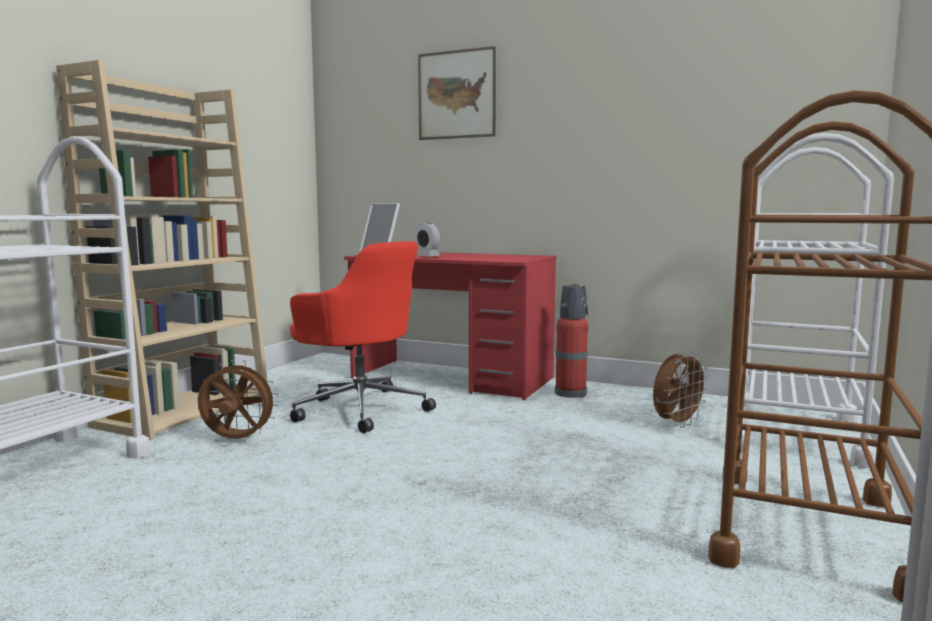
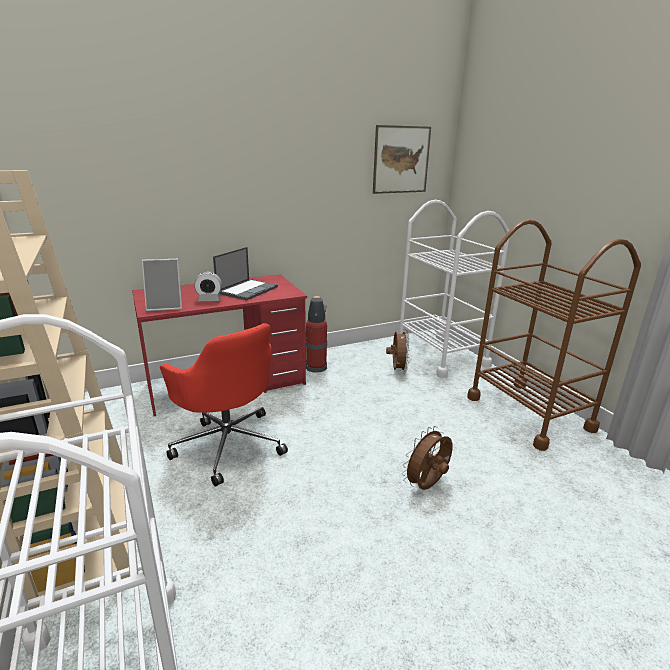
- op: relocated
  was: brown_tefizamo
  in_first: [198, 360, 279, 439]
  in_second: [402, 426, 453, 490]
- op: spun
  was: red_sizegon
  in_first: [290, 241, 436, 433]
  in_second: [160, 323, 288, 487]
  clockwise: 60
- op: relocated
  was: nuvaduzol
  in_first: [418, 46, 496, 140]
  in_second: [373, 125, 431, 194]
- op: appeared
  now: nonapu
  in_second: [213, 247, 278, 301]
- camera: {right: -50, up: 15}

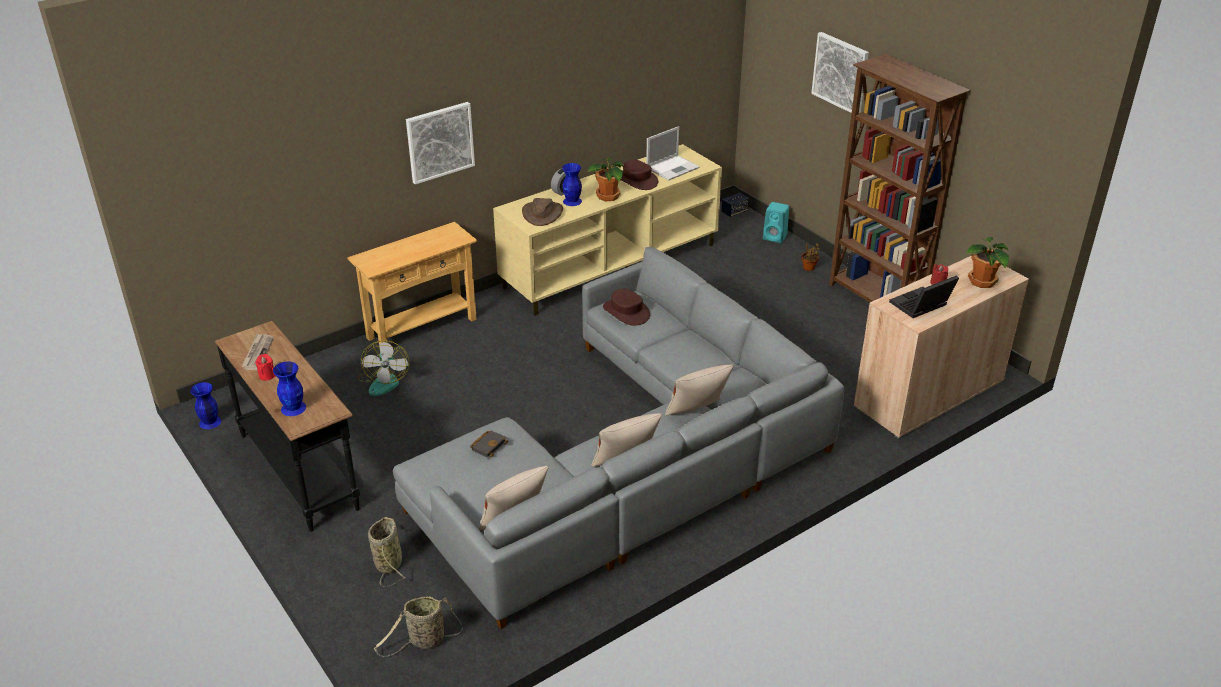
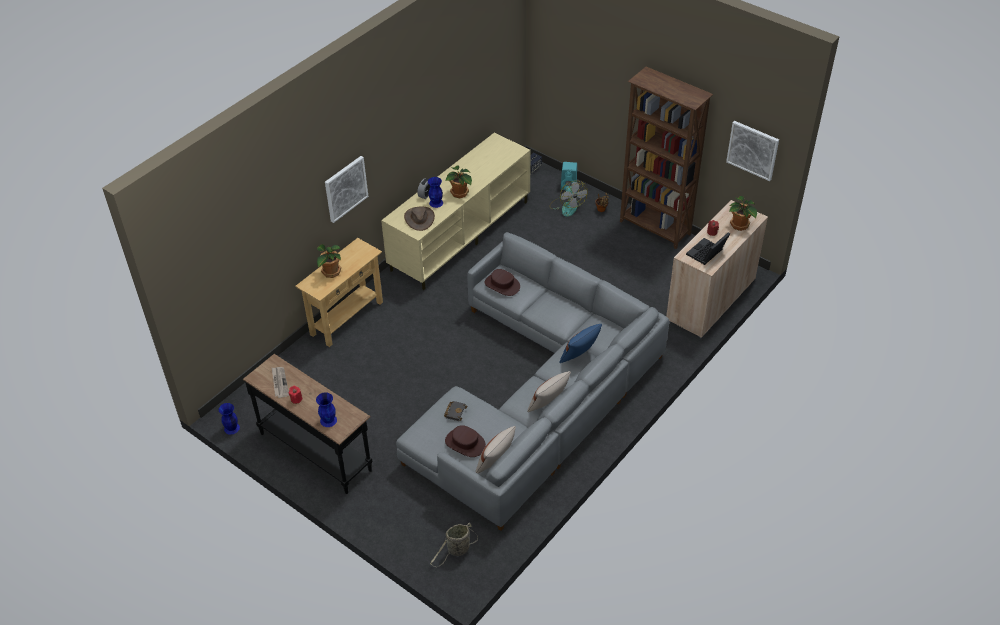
- op: relocated
  was: tefizamo
  in_first: [358, 341, 409, 396]
  in_second: [550, 181, 588, 217]
- op: missing
  was: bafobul
  in_first: [368, 517, 406, 587]
- op: relocated
  was: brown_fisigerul
  in_first: [621, 159, 658, 190]
  in_second: [445, 425, 486, 457]
- op: missing
  was: nonapu
  in_first: [646, 126, 700, 181]
- op: colour
  was: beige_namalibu
  now: blue_namalibu
  in_first: [665, 364, 734, 416]
  in_second: [559, 324, 602, 363]
- op: relocated
  was: nuvaduzol
  in_first: [811, 32, 869, 113]
  in_second: [726, 121, 779, 181]
- op: appeared
  now: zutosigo
  in_second: [317, 244, 341, 278]
- camera: {right: -15, up: 10}

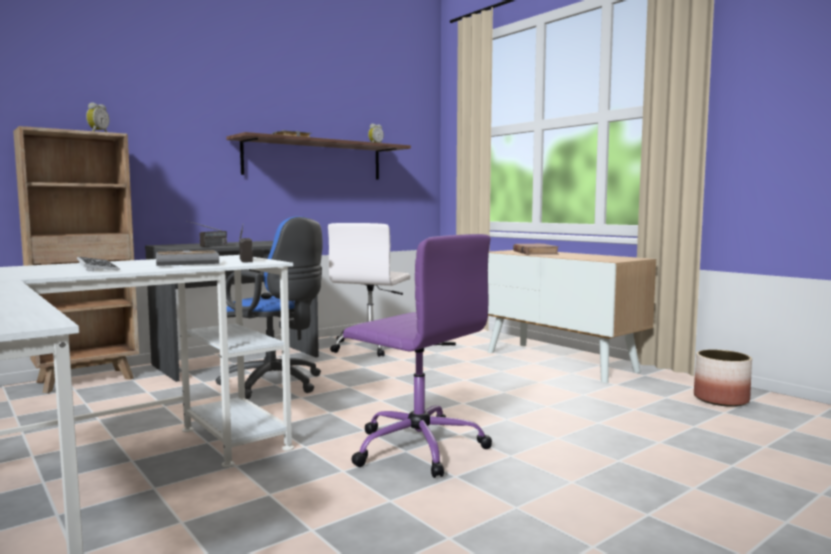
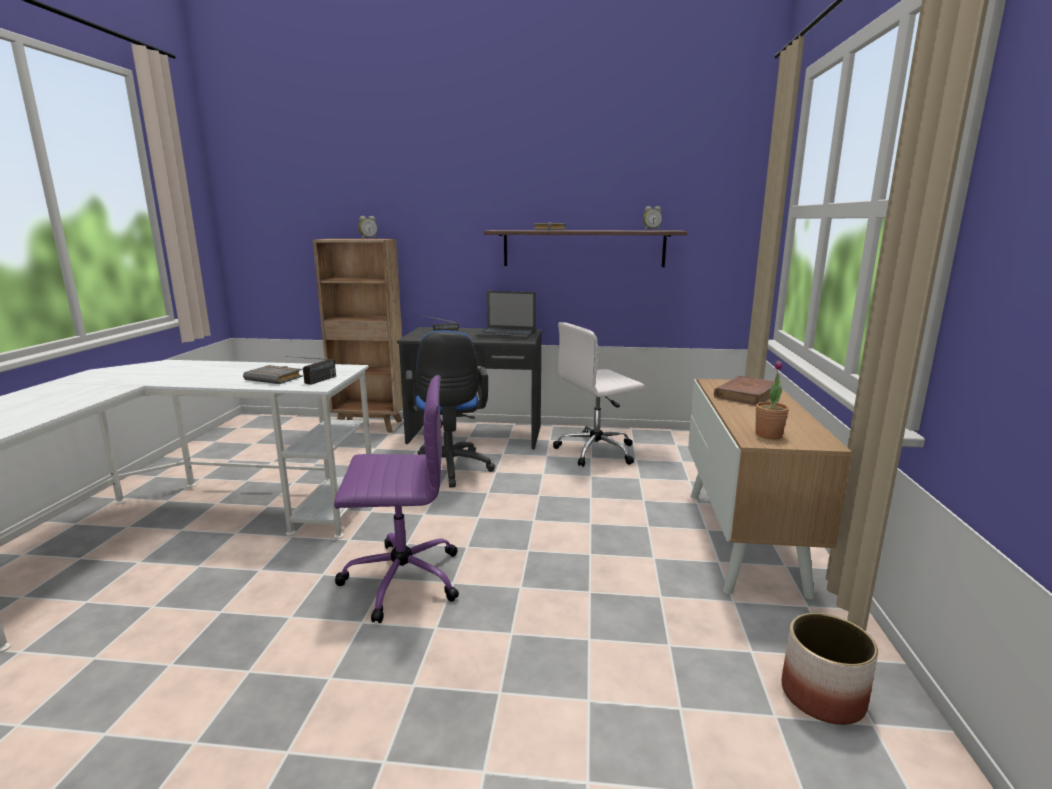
- op: missing
  was: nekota
  in_first: [77, 257, 120, 271]
- op: spun
  was: purple_sizegon
  in_first: [343, 234, 492, 478]
  in_second: [334, 375, 459, 623]
  clockwise: -90
- op: appeared
  now: nonapu
  in_second: [476, 291, 536, 339]
- op: appeared
  now: zutosigo
  in_second: [755, 361, 789, 439]
- camera: {right: 45, up: 10}

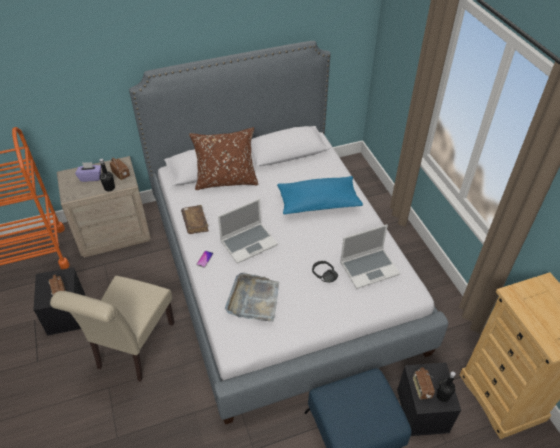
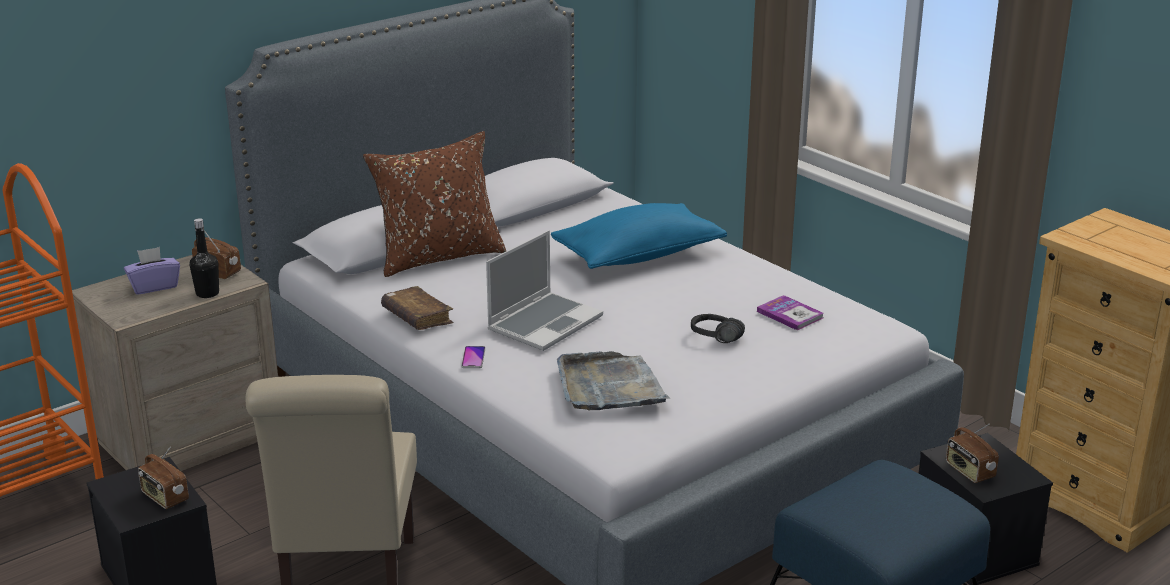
- op: exchanged
  was: nonapu
  now: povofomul
  in_first: [340, 224, 400, 289]
  in_second: [757, 295, 823, 330]
- op: missing
  was: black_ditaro
  in_first: [437, 371, 456, 402]
- camera: {right: -20, up: -20}

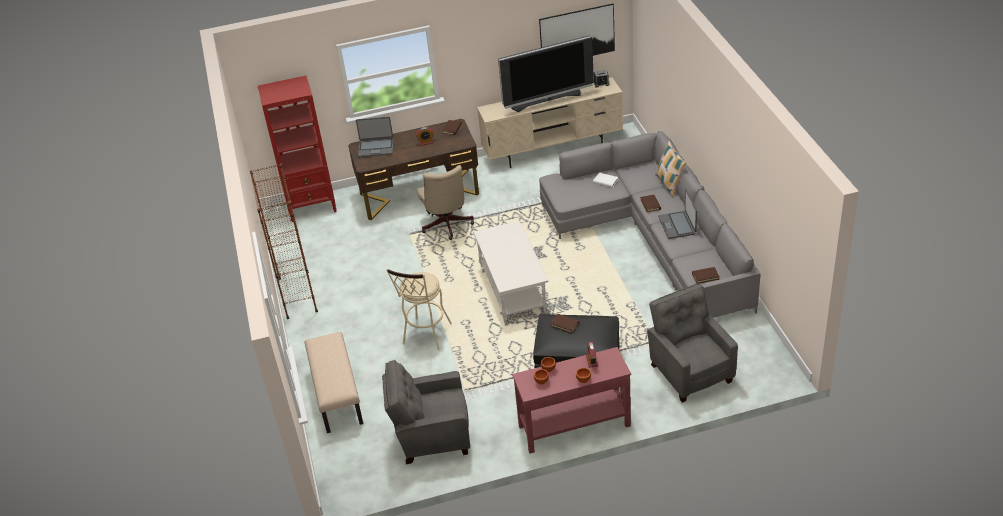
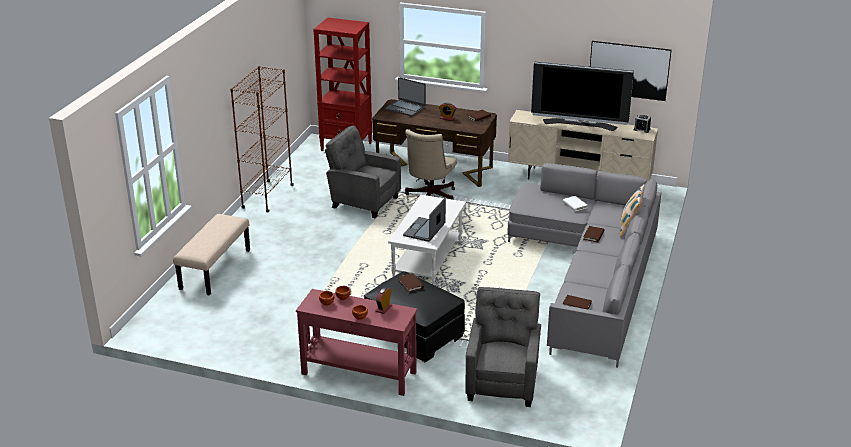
- op: relocated
  was: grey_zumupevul
  in_first: [382, 360, 470, 464]
  in_second: [325, 126, 401, 218]
- op: missing
  was: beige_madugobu
  in_first: [386, 269, 452, 350]
- op: relocated
  was: nonapu
  in_first: [658, 189, 697, 239]
  in_second: [403, 198, 446, 242]
- camera: {right: 30, up: -10}

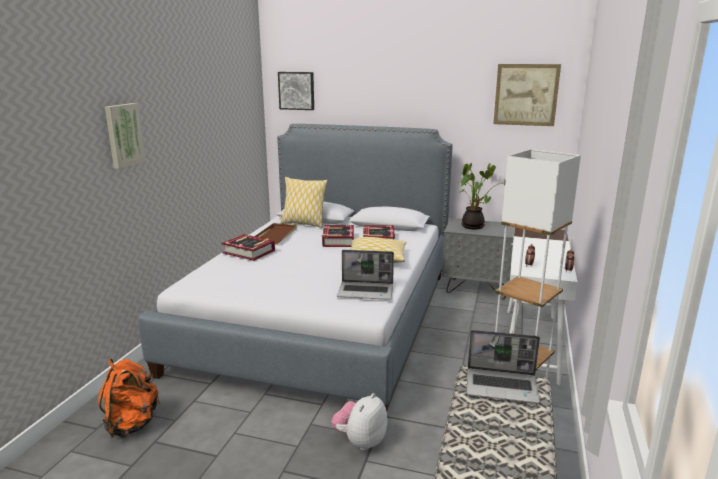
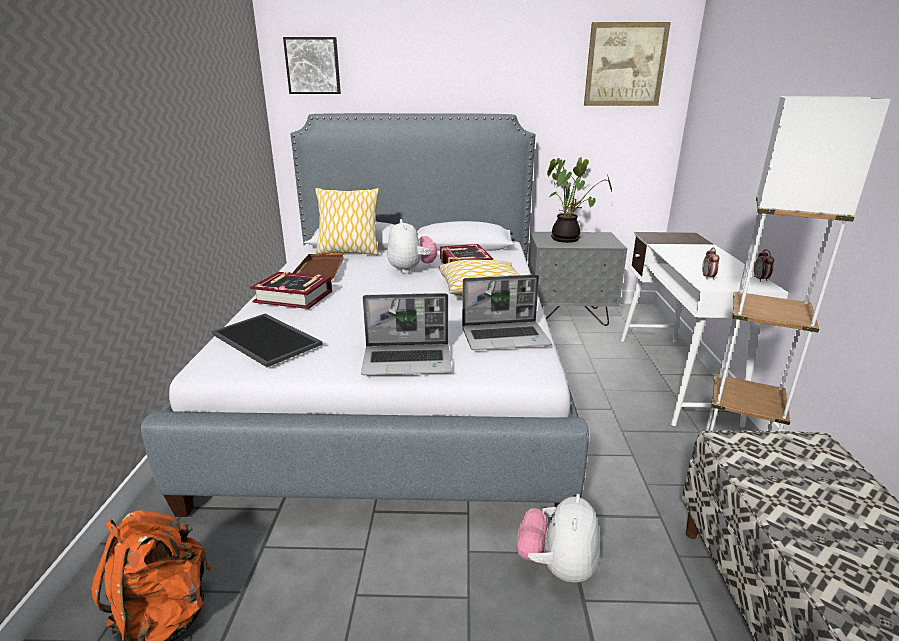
- op: missing
  was: nuvaduzol
  in_first: [105, 103, 145, 169]
- op: exchanged
  was: povofomul
  now: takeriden
  in_first: [322, 225, 354, 247]
  in_second: [387, 219, 438, 274]
- op: relocated
  was: nonapu
  in_first: [467, 330, 540, 403]
  in_second: [361, 293, 452, 375]
- op: appeared
  now: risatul
  in_second: [211, 314, 323, 367]
- camera: {right: -15, up: 5}

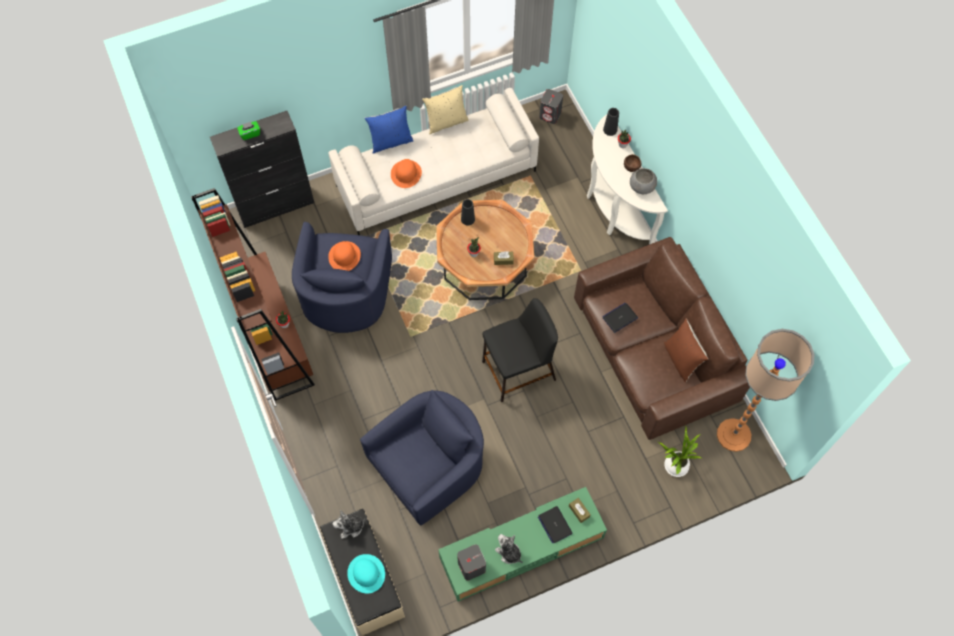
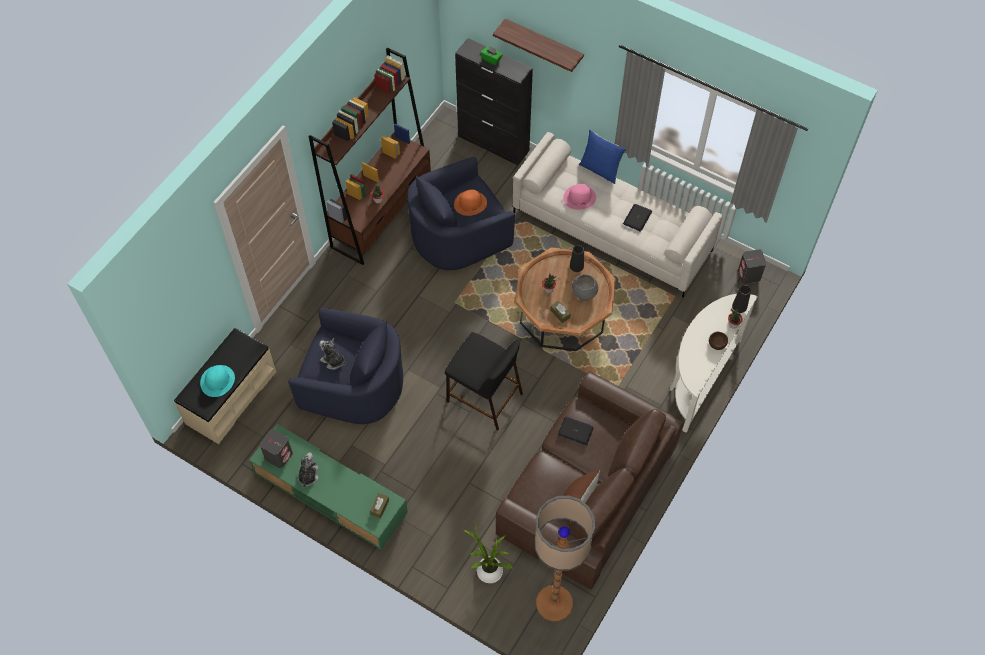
- op: relocated
  was: takeriden
  in_first: [332, 510, 367, 539]
  in_second: [319, 338, 346, 370]
- op: colour
  was: orange_fisigerul
  now: pink_fisigerul
  in_first: [391, 159, 422, 188]
  in_second: [563, 184, 596, 210]
- op: missing
  was: beige_namalibu
  in_first: [422, 85, 469, 134]
- op: relocated
  was: nonapu
  in_first: [538, 506, 573, 543]
  in_second: [623, 204, 652, 232]
- op: relocated
  was: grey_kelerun
  in_first: [630, 168, 657, 194]
  in_second: [572, 274, 598, 300]
- op: appeared
  now: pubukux
  in_second: [493, 18, 584, 72]
- camera: {right: 55, up: -5}

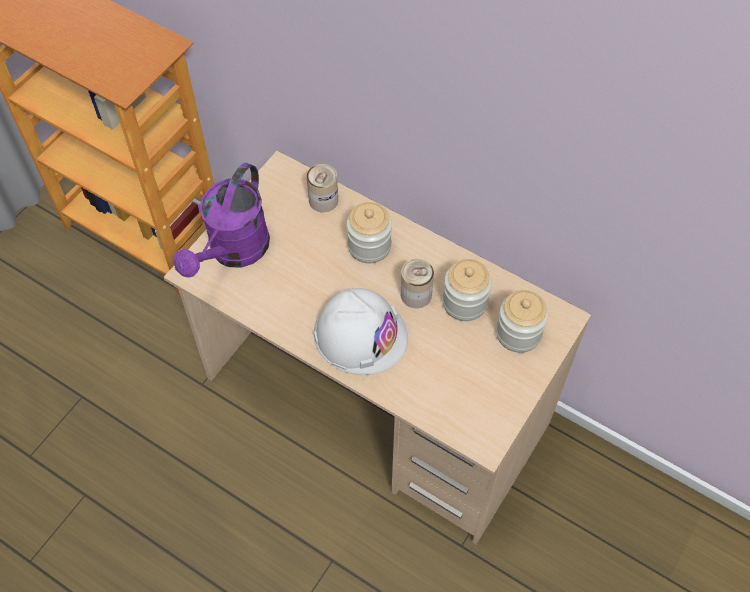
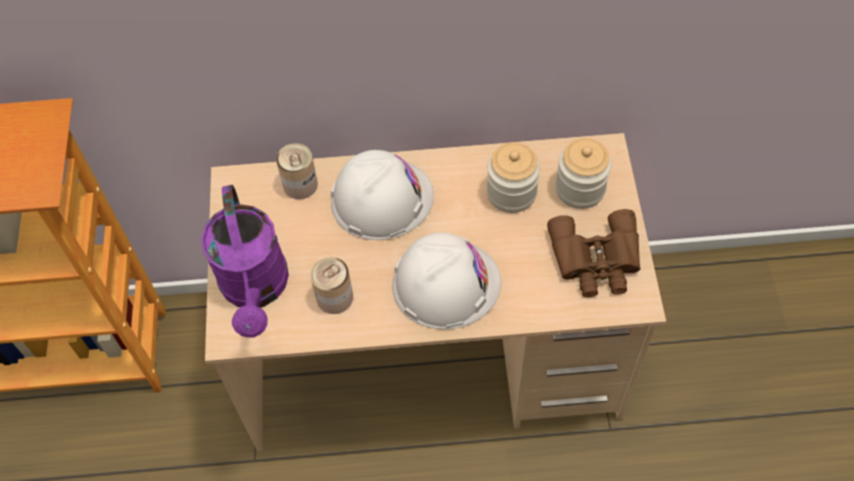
- op: exchanged
  was: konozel
  now: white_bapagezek
  in_first: [347, 202, 392, 263]
  in_second: [331, 150, 434, 240]
- op: relocated
  was: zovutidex
  in_first: [401, 259, 434, 308]
  in_second: [310, 257, 353, 314]
- op: appeared
  now: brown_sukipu
  in_second: [547, 209, 641, 297]
- camera: {right: -35, up: 0}

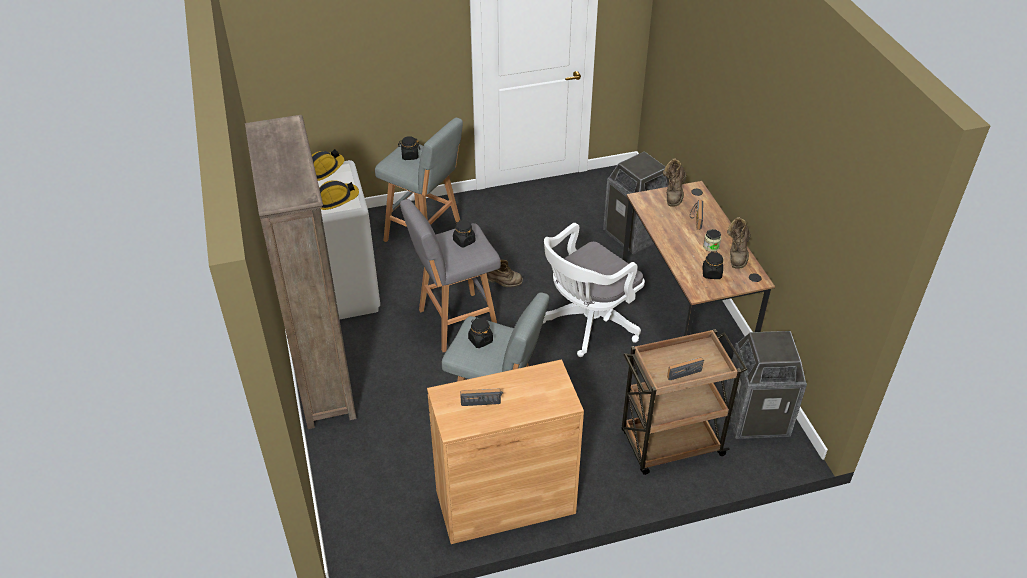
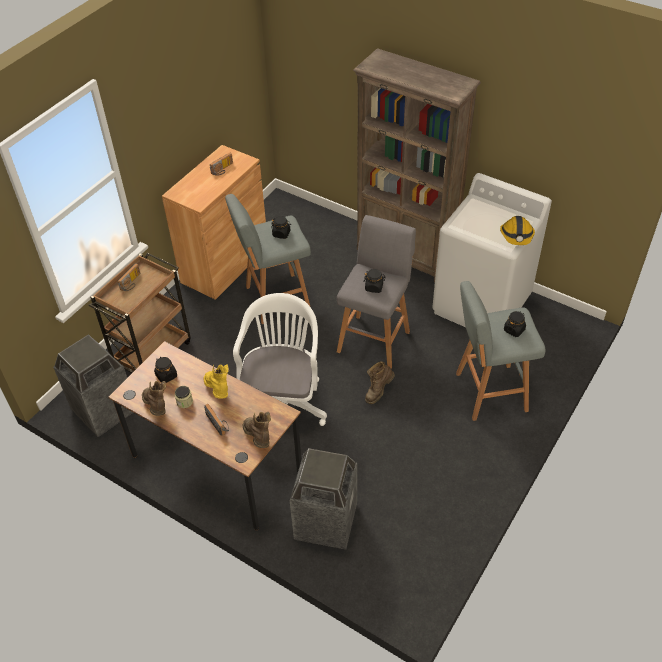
- op: missing
  was: bapagezek
  in_first: [319, 180, 359, 210]
- op: appeared
  now: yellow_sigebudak
  in_second: [203, 364, 229, 399]
- camera: {right: 140, up: 5}

